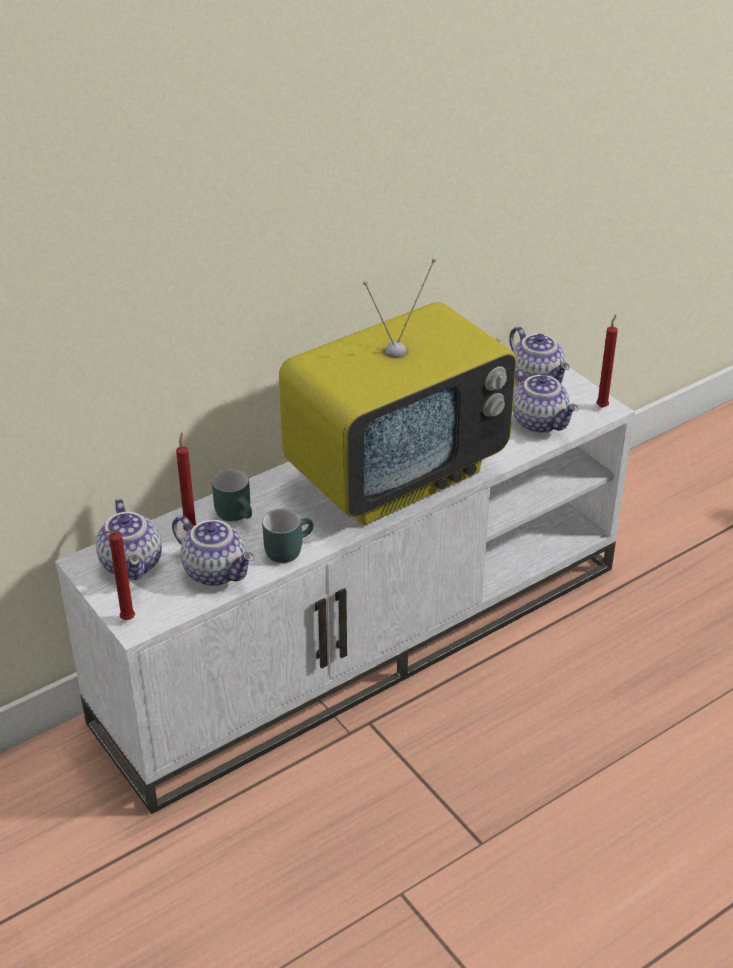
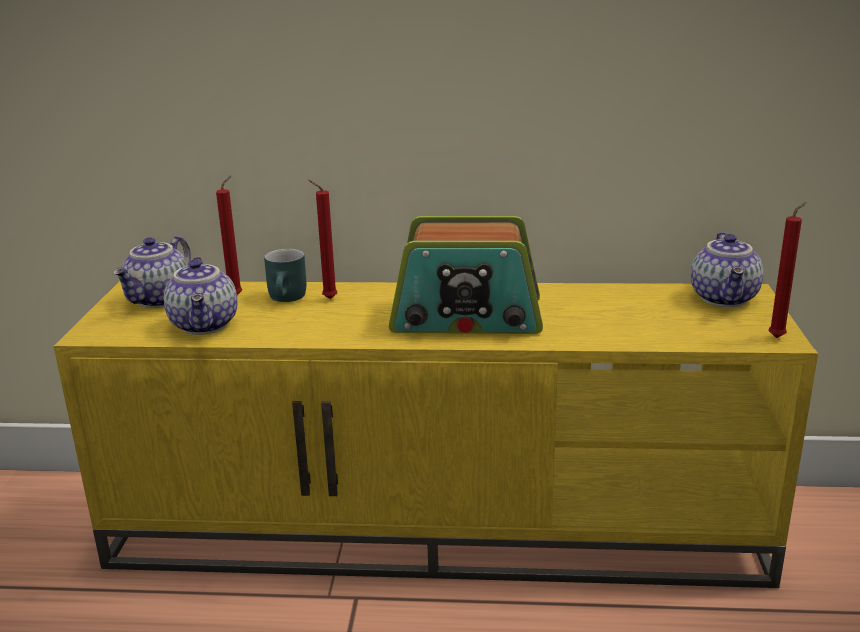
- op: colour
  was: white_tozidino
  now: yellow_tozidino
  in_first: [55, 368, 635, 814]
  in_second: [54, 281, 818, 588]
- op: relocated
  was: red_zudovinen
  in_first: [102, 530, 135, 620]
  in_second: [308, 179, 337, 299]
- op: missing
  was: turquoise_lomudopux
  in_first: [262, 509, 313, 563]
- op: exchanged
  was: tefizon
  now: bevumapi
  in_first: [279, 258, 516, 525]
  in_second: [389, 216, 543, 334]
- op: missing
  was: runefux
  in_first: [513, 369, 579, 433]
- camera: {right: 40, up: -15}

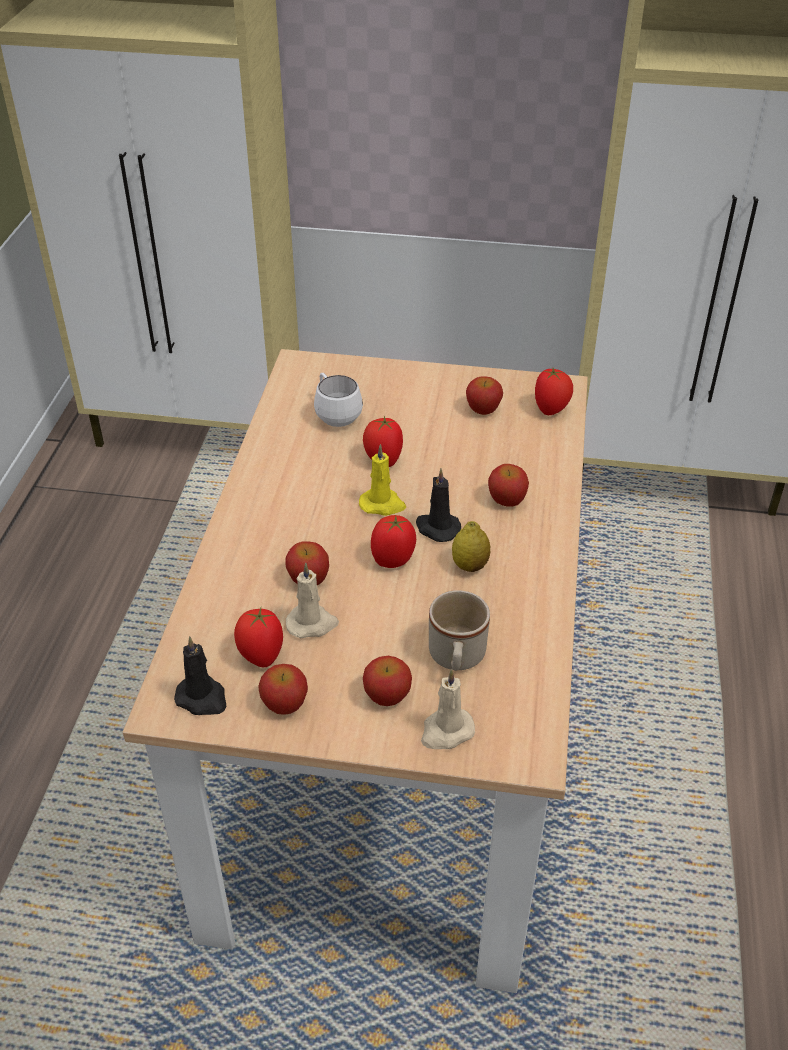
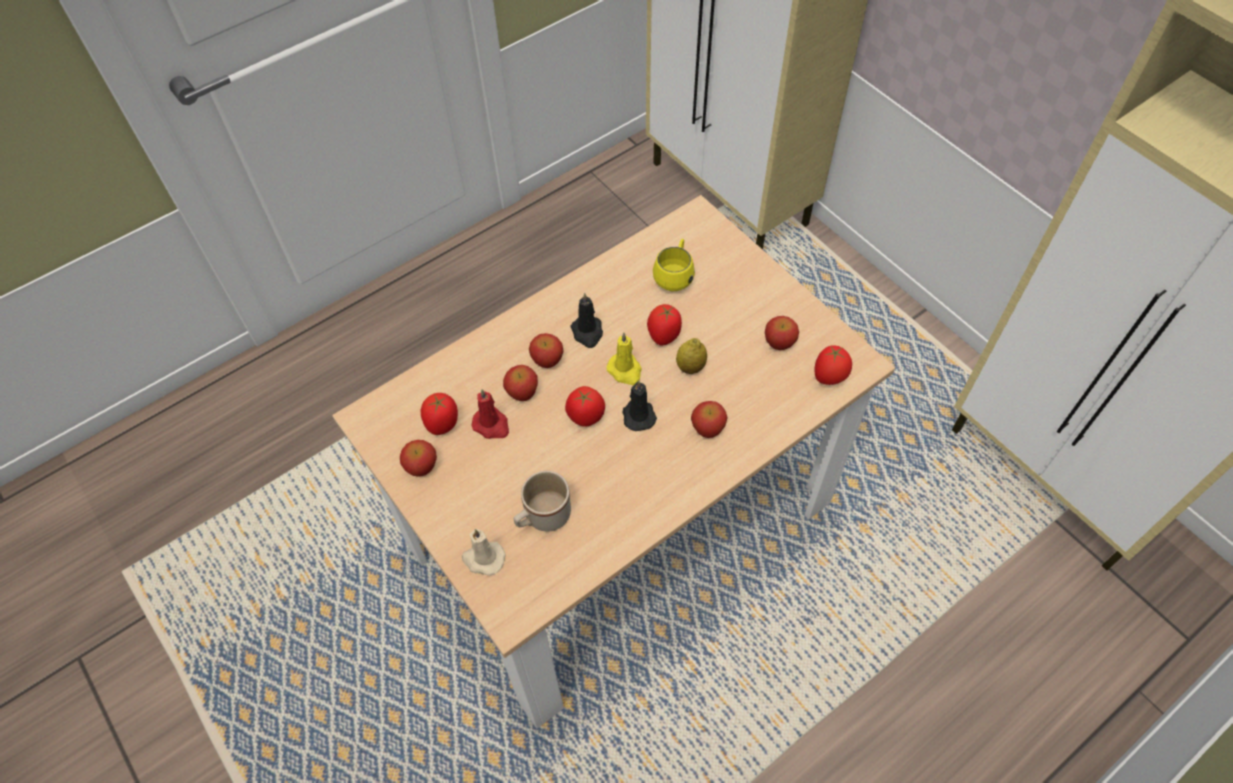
- op: relocated
  was: black_zudovinen
  in_first: [174, 636, 226, 715]
  in_second: [570, 293, 603, 348]
- op: colour
  was: beige_zudovinen
  now: red_zudovinen
  in_first: [286, 563, 339, 638]
  in_second: [471, 389, 509, 439]
- op: colour
  was: white_lomudopux
  now: yellow_lomudopux
  in_first: [314, 373, 363, 427]
  in_second: [653, 239, 695, 291]
- op: relocated
  was: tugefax
  in_first: [363, 656, 412, 706]
  in_second: [529, 333, 564, 368]
- op: relocated
  was: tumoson
  in_first: [452, 521, 490, 572]
  in_second: [676, 338, 707, 374]
- camera: {right: 45, up: 15}

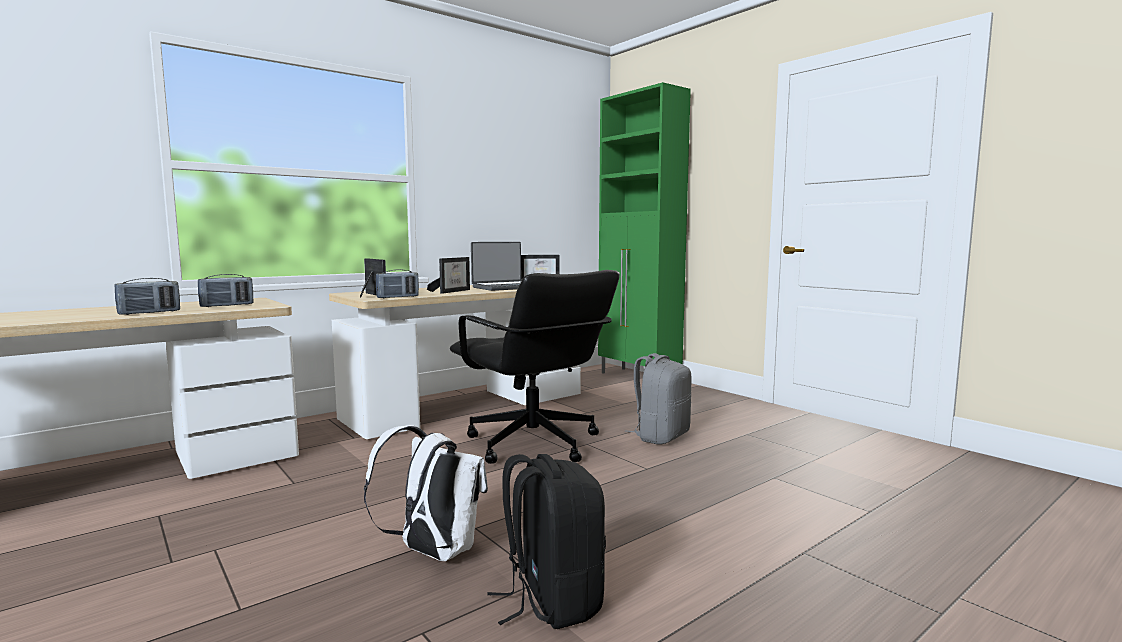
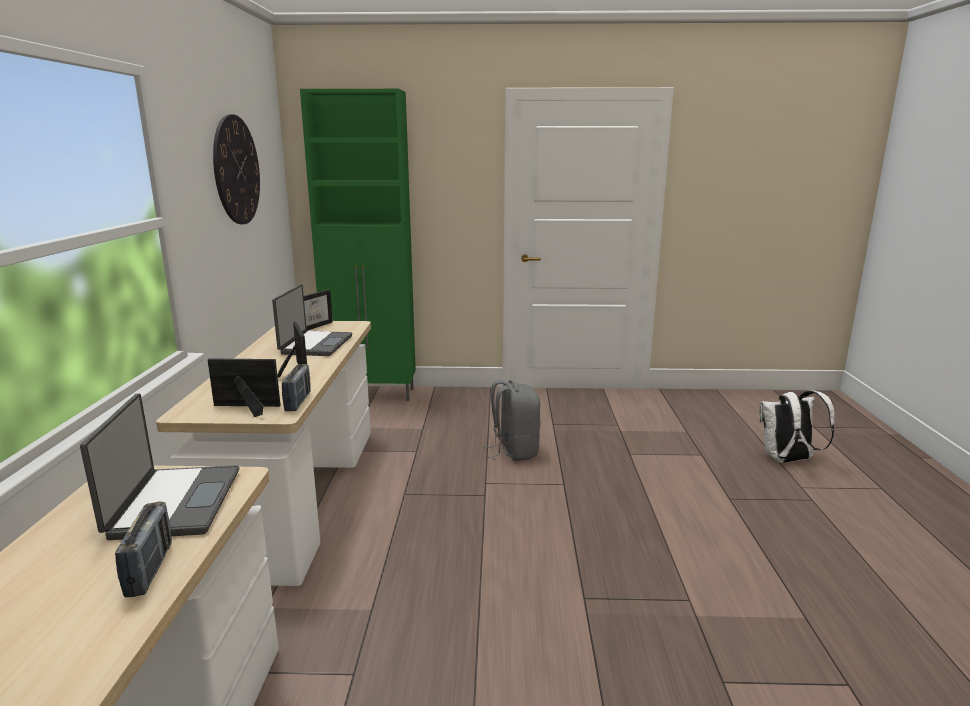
- op: exchanged
  was: bevumapi
  now: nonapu
  in_first: [198, 274, 253, 307]
  in_second: [80, 394, 239, 540]
- op: relocated
  was: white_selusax
  in_first: [364, 425, 488, 561]
  in_second: [759, 390, 835, 463]
- op: missing
  was: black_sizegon
  in_first: [450, 270, 620, 464]
- op: missing
  was: black_selusax
  in_first: [487, 454, 606, 629]
- op: appeared
  now: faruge
  in_second: [213, 114, 260, 224]
- camera: {right: -50, up: 10}

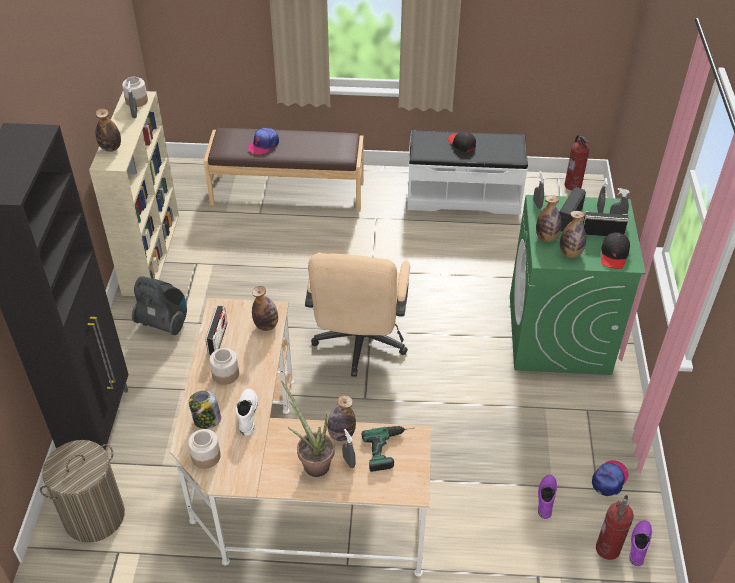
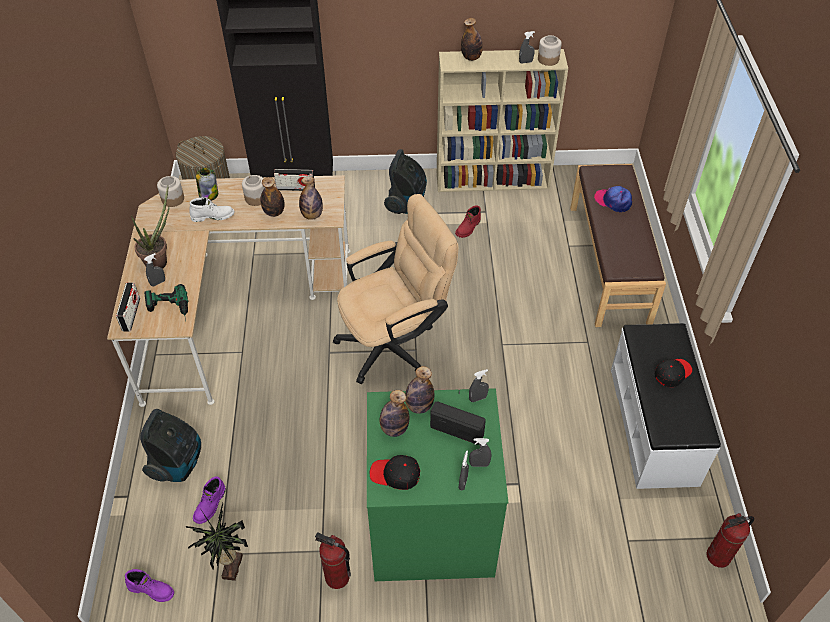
- op: spun
  was: beige_sizegon
  in_first: [305, 252, 410, 377]
  in_second: [333, 194, 459, 384]
  clockwise: 150
- op: relocated
  was: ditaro
  in_first: [327, 395, 356, 441]
  in_second: [260, 177, 285, 217]
- op: spun
  was: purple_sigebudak
  in_first: [538, 475, 557, 519]
  in_second: [193, 476, 226, 524]
  clockwise: 105
- op: relocated
  was: bevumapi
  in_first: [582, 211, 629, 236]
  in_second: [116, 283, 140, 332]
- op: exchanged
  was: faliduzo
  now: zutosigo
  in_first: [592, 460, 629, 496]
  in_second: [186, 503, 248, 581]
- op: relocated
  was: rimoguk
  in_first: [596, 495, 634, 560]
  in_second: [315, 533, 351, 589]
- op: appeared
  now: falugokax
  in_second: [140, 409, 201, 482]
- op: appeared
  now: red_sigebudak
  in_second: [455, 205, 481, 238]
- camera: {right: 85, up: 5}

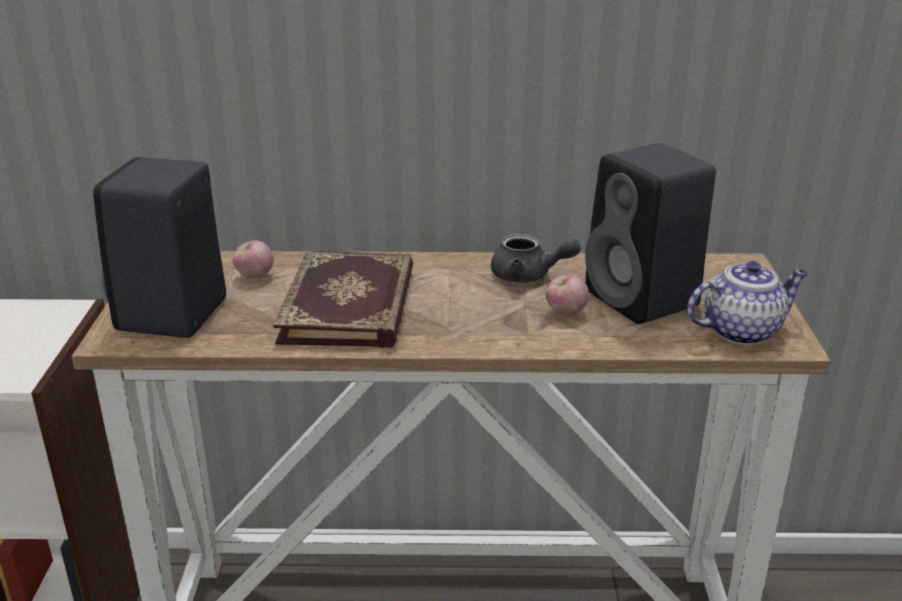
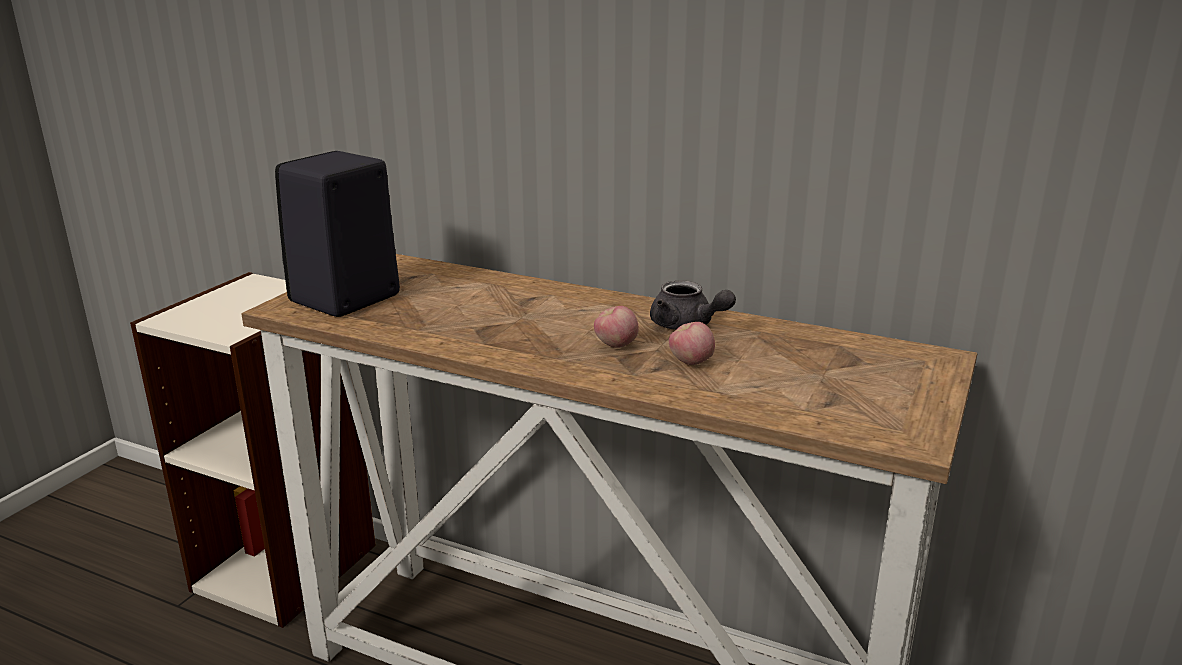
- op: relocated
  was: tugefax
  in_first: [233, 240, 274, 278]
  in_second: [594, 306, 639, 348]
- op: missing
  was: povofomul
  in_first: [273, 250, 413, 348]
- op: missing
  was: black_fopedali
  in_first: [585, 143, 716, 324]
- op: missing
  was: runefux
  in_first: [687, 261, 808, 345]
- camera: {right: 25, up: -5}

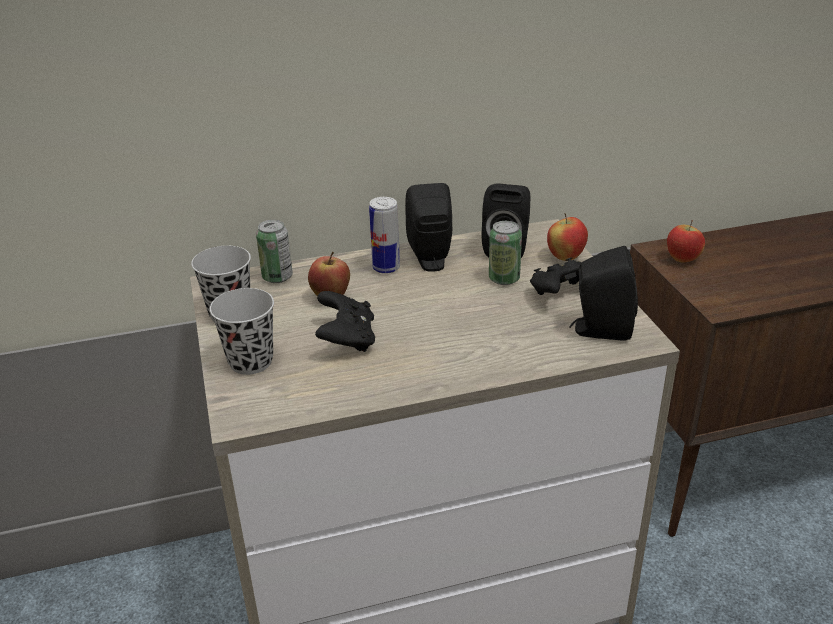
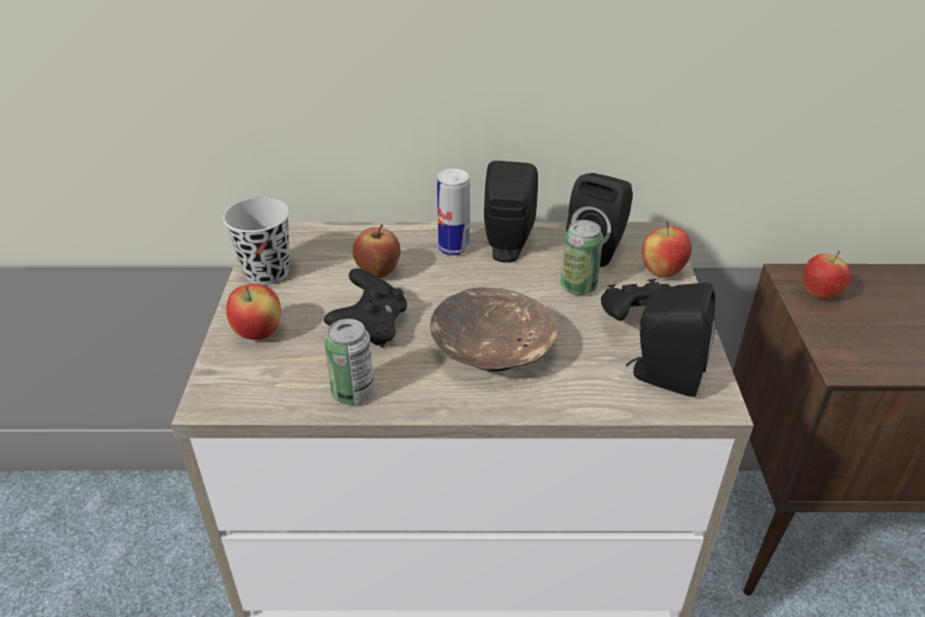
- op: exchanged
  was: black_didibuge
  now: tugefax
  in_first: [210, 288, 274, 375]
  in_second: [226, 284, 281, 340]
- op: relocated
  was: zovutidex
  in_first: [256, 220, 293, 283]
  in_second: [324, 319, 375, 405]
- op: appeared
  now: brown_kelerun
  in_second: [430, 287, 559, 372]
- camera: {right: 15, up: 5}

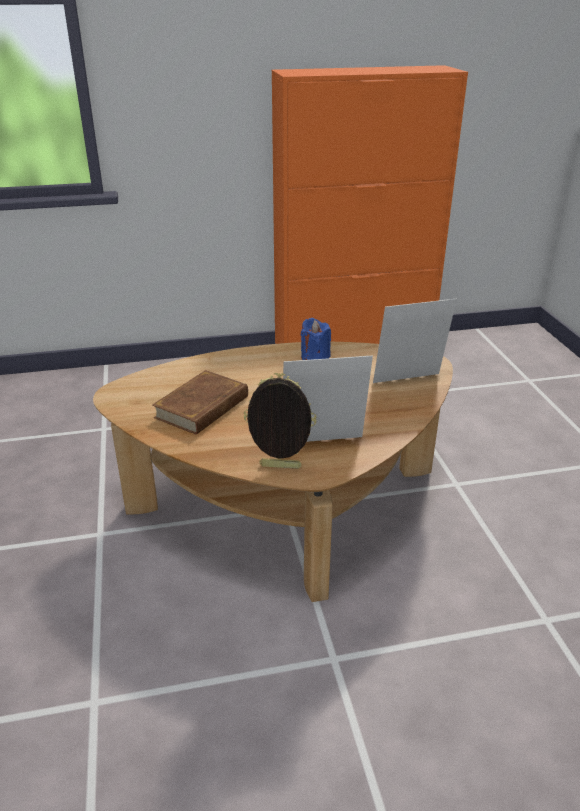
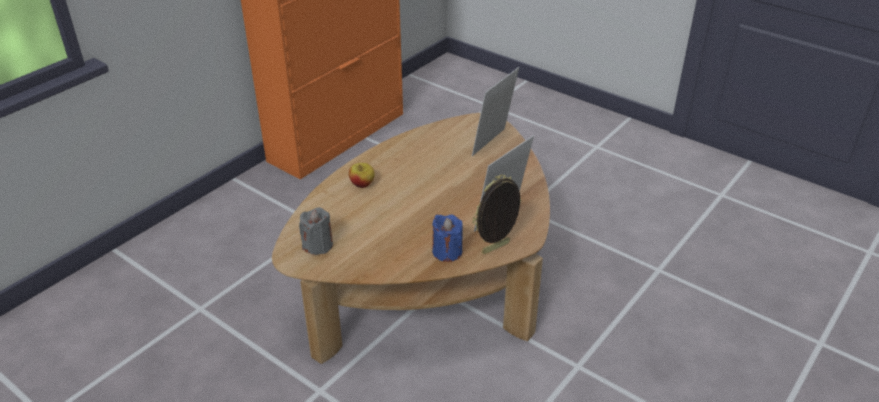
- op: missing
  was: brown_povofomul
  in_first: [152, 370, 248, 435]
- op: relocated
  was: blue_zudovinen
  in_first: [301, 318, 331, 360]
  in_second: [432, 215, 463, 262]
- op: appeared
  now: grey_zudovinen
  in_second: [299, 207, 333, 255]
- op: appeared
  now: tugefax
  in_second: [349, 163, 375, 188]
- camera: {right: -40, up: 5}

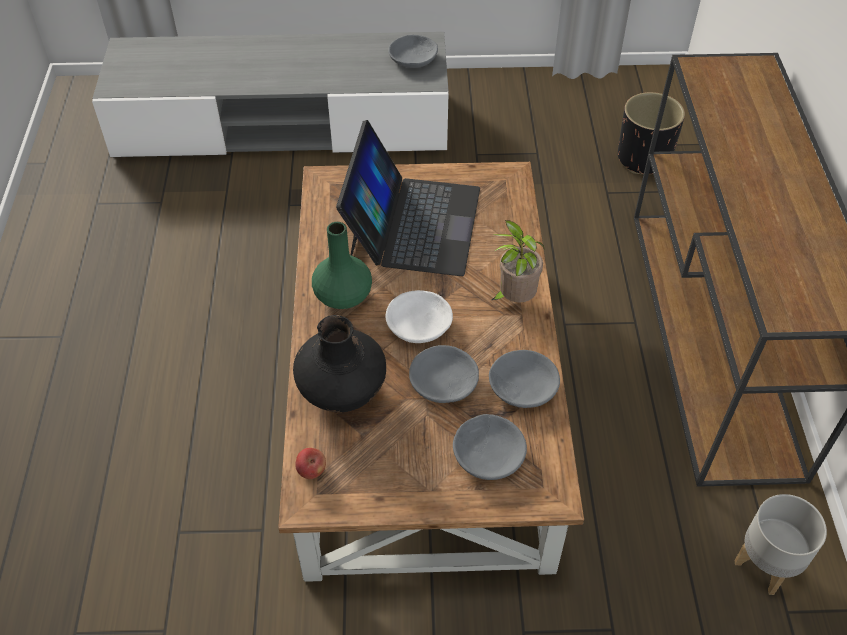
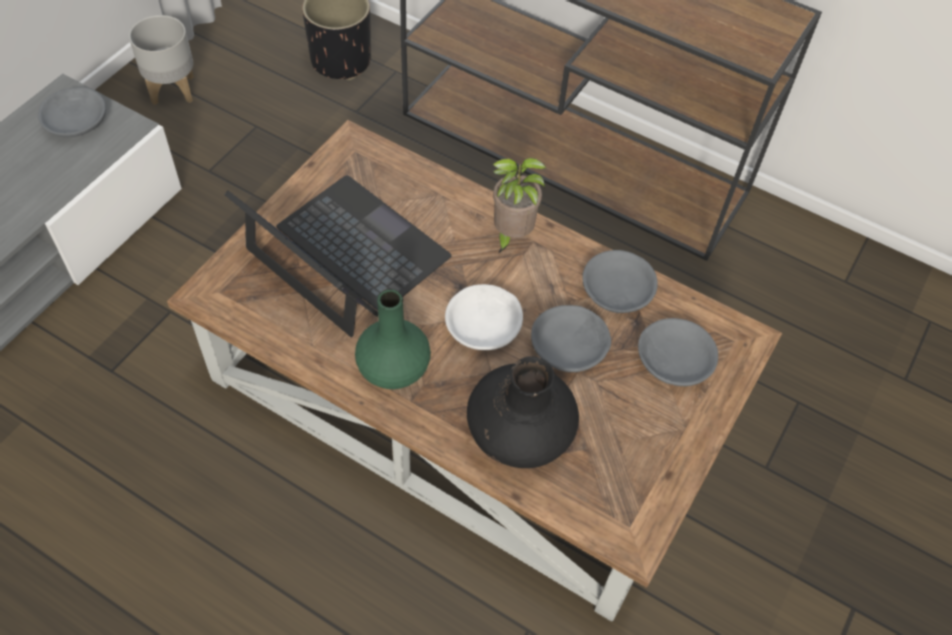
- op: missing
  was: tugefax
  in_first: [295, 448, 326, 479]
- op: relocated
  was: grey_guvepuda
  in_first: [734, 494, 827, 595]
  in_second: [129, 15, 194, 105]
- camera: {right: -60, up: 5}

